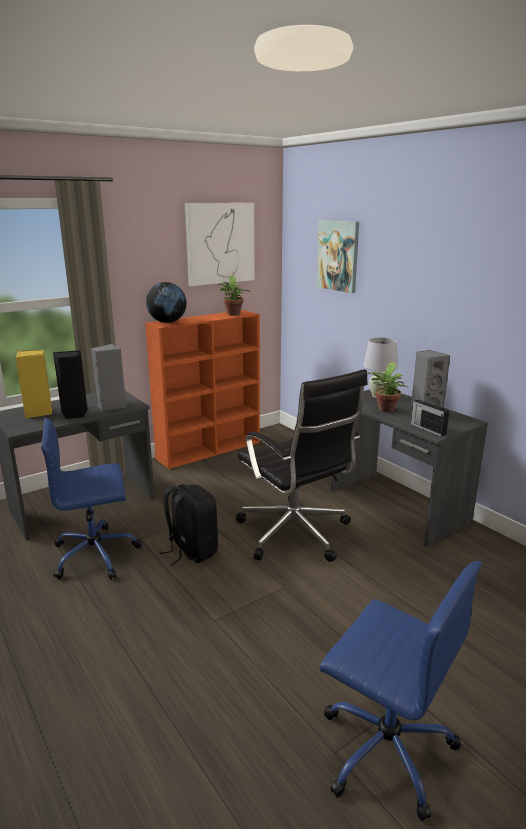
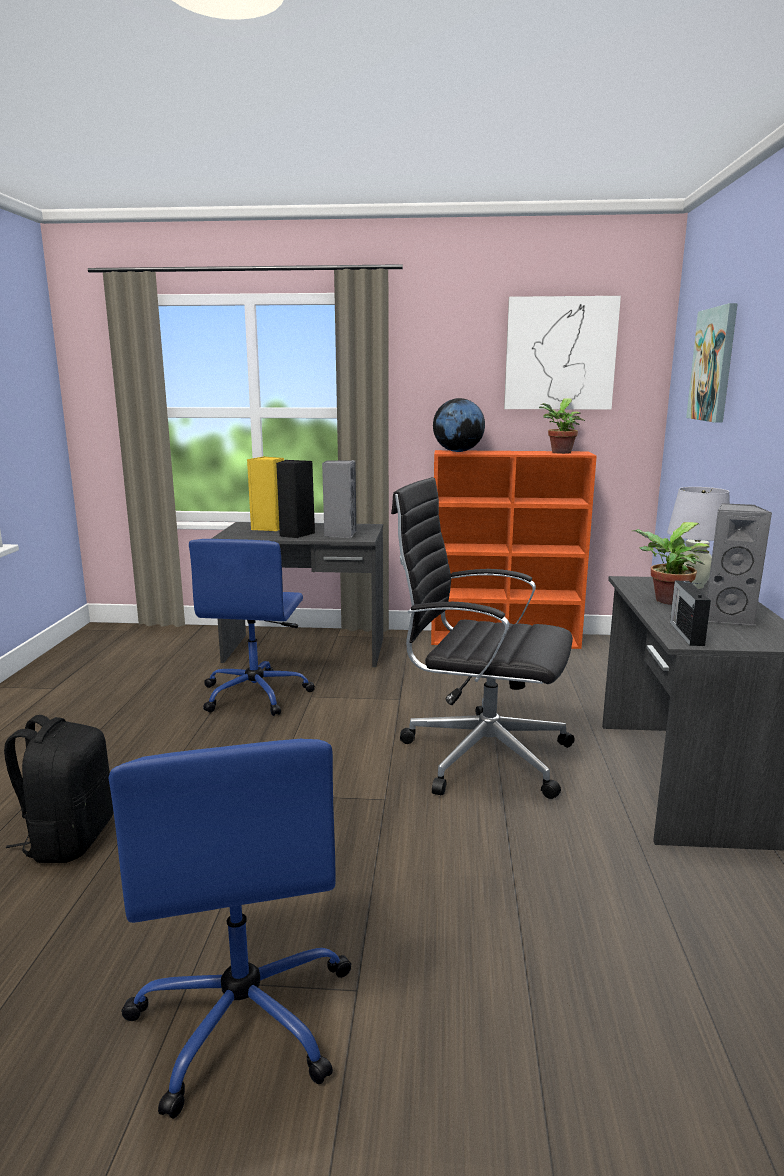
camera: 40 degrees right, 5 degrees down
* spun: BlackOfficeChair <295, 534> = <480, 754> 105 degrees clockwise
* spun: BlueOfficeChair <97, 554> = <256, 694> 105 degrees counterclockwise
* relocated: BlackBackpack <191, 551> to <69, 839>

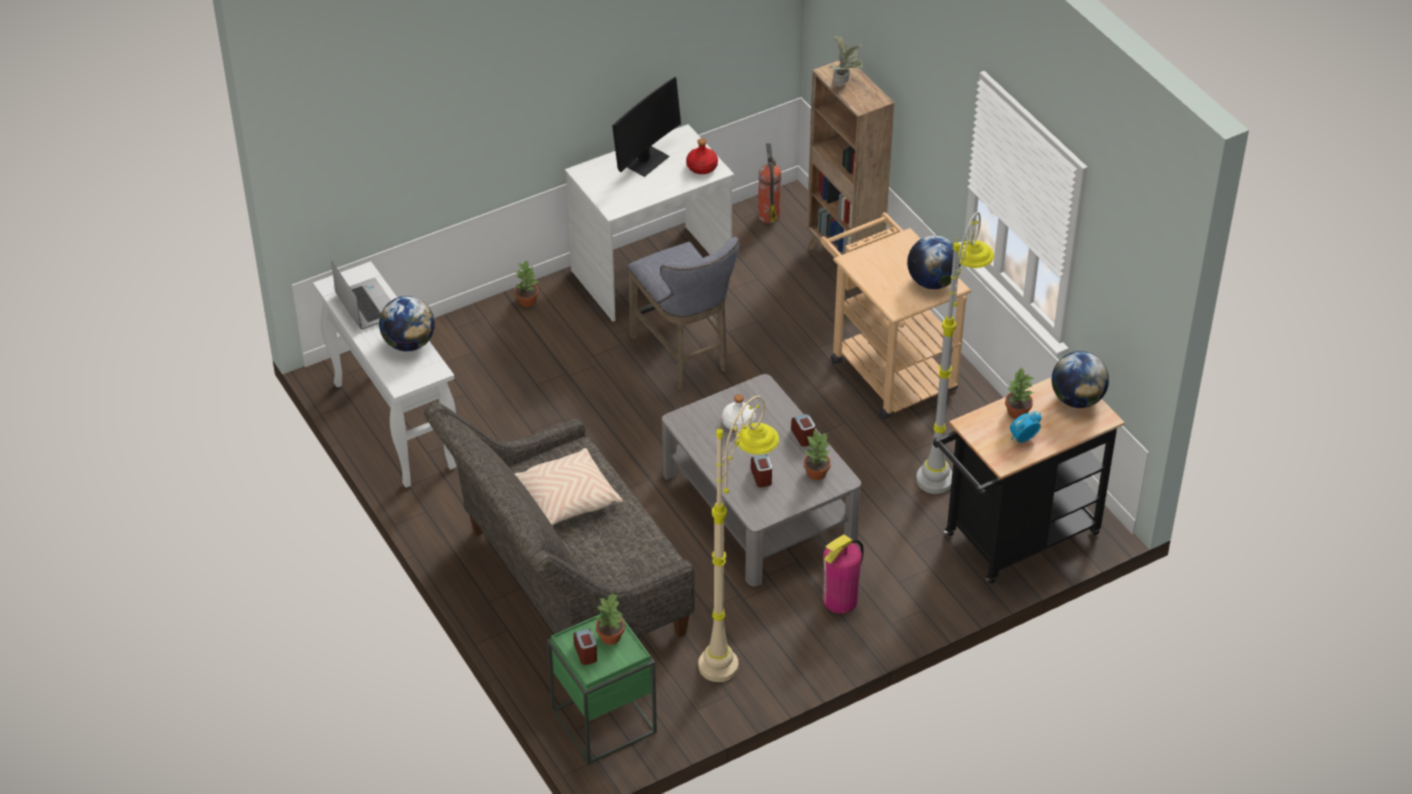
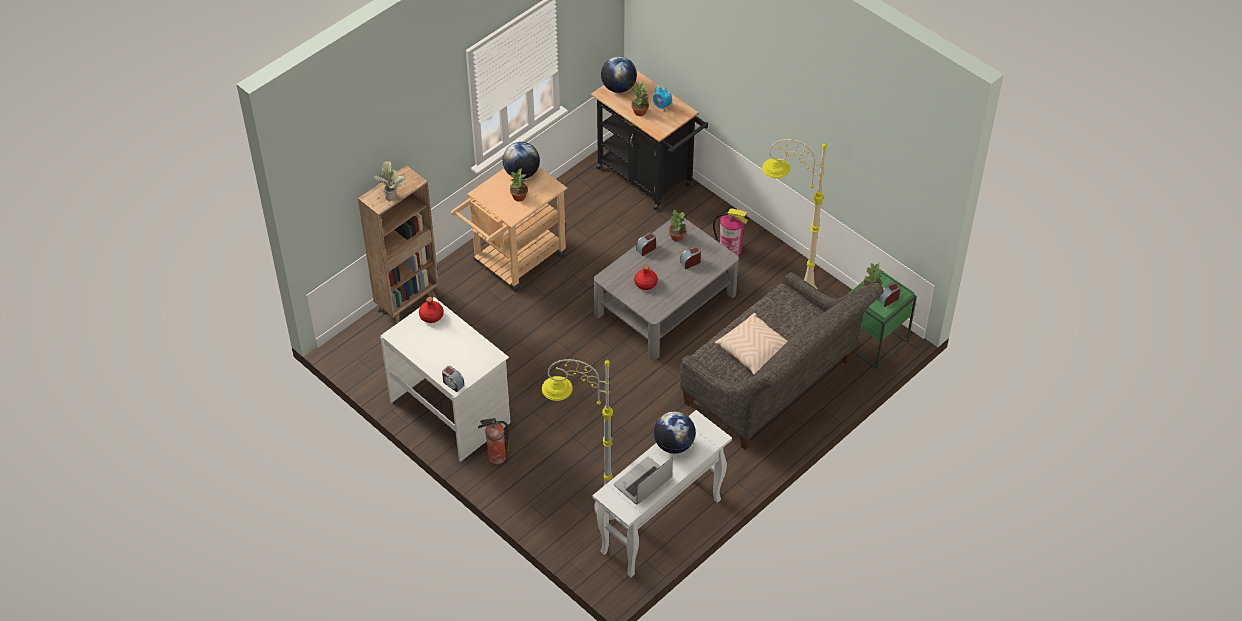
camera: 105 degrees left, 5 degrees up
* missing: Monitor <644, 161>
* relocated: FireExtinguisher <768, 215> to <495, 457>
* relocated: GreyFloorLamp <945, 458> to <584, 505>
* missing: GreyStool <684, 356>
* relocated: PottedPlant <527, 300> to <518, 196>
* colour: WhiteBottle <738, 423> to RedBottle <646, 283>
* appeared: AlarmClock <453, 384>

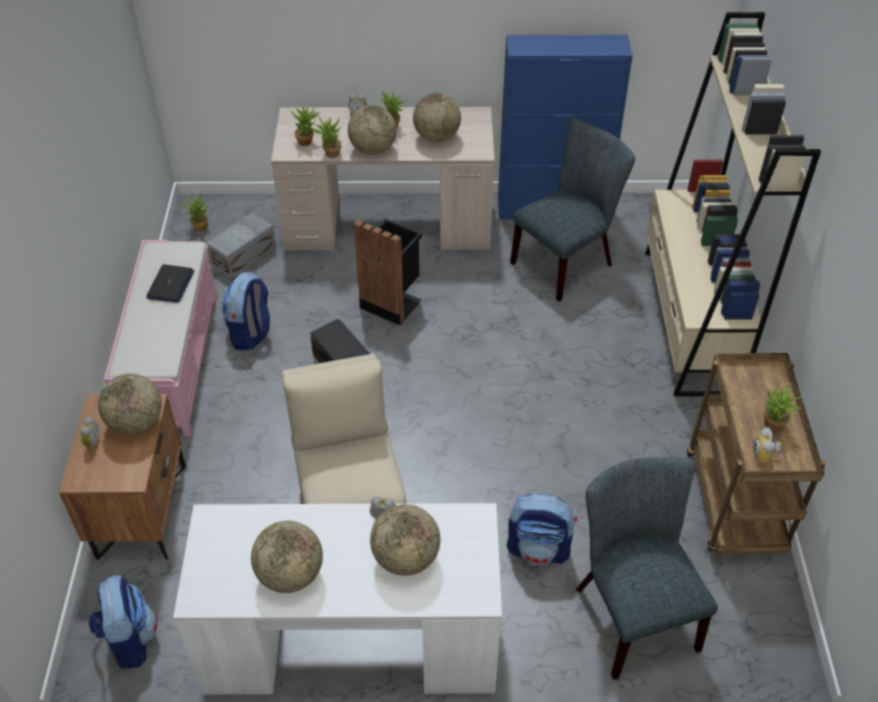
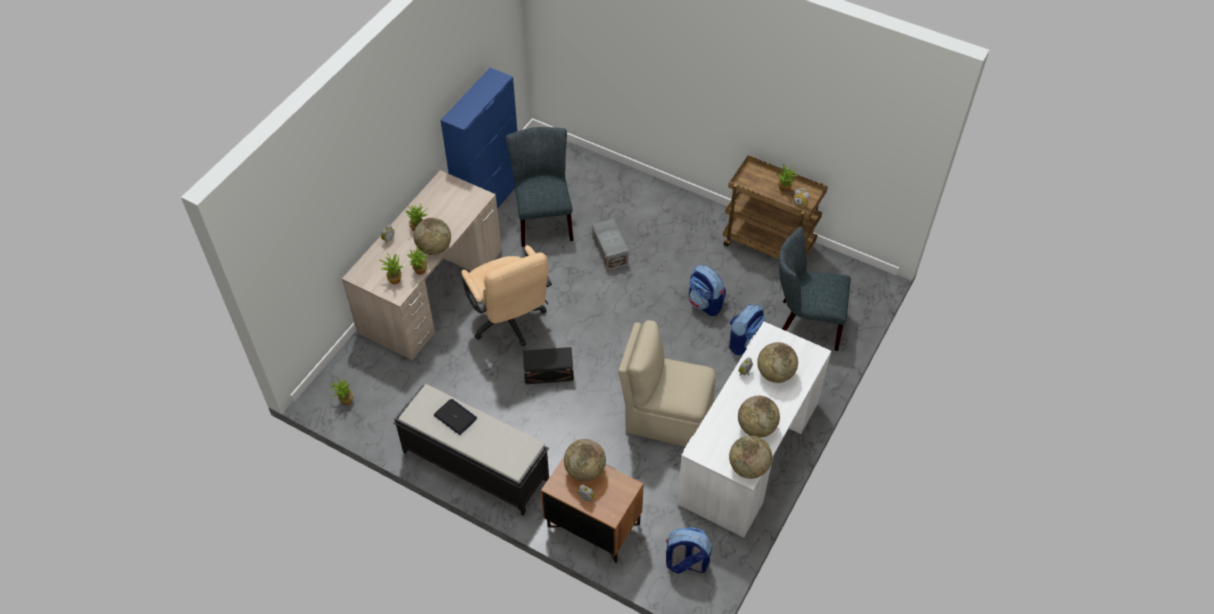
camera: 60 degrees left, 5 degrees up
* missing: BeigeBookcase <690, 320>
* relocated: Globe <437, 137> to <748, 467>
* relocated: GreyStorageBox <245, 256> to <610, 251>
* exchanged: BlackTrashCan <392, 302> to BeigeOfficeChair <509, 322>
* colour: PinkBench <173, 362> to BlackBench <474, 464>
* relocated: Backpack <251, 333> to <705, 303>

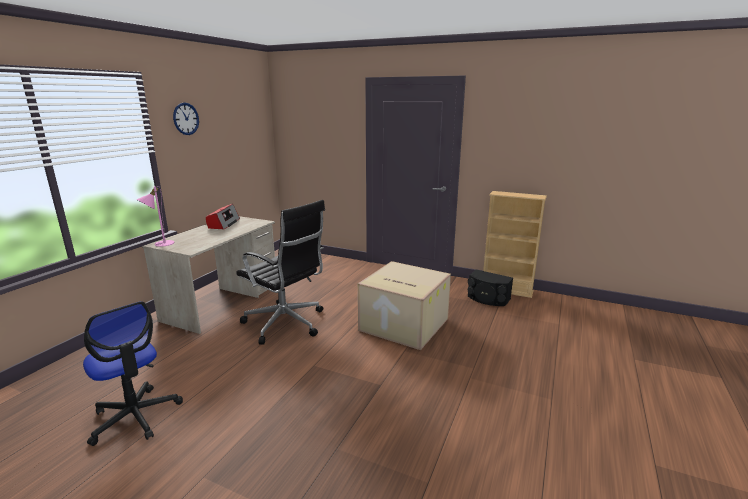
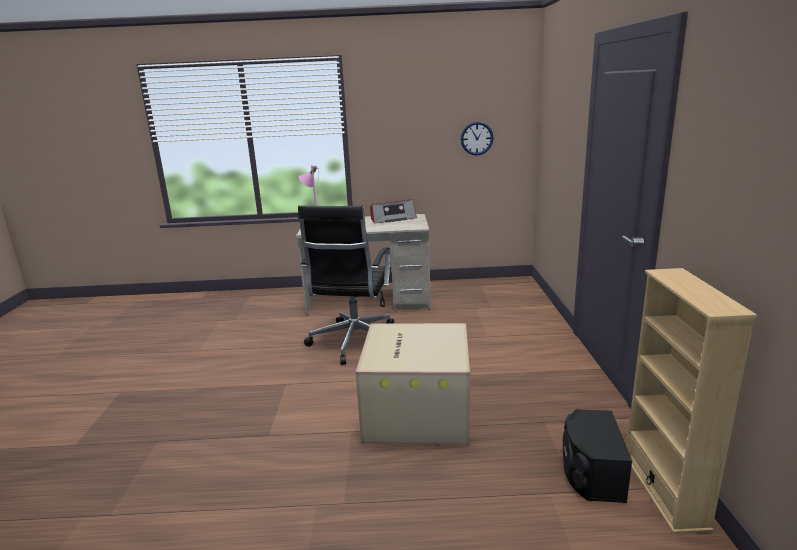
camera: 65 degrees right, 0 degrees up
* relocated: WallClock <186, 119> to <476, 138>
* missing: OfficeChair <135, 416>

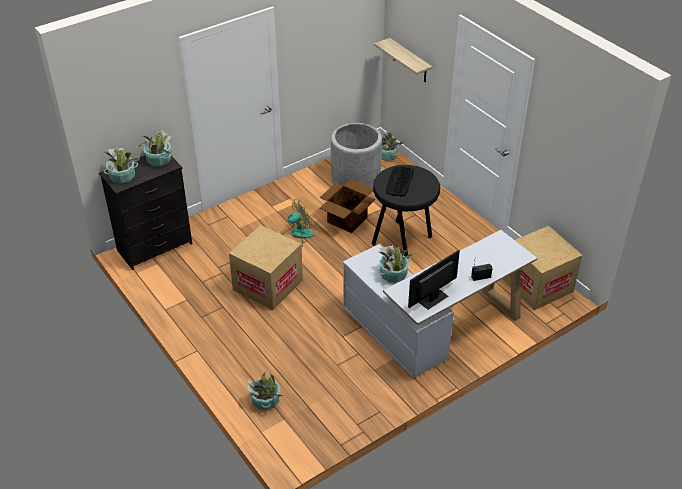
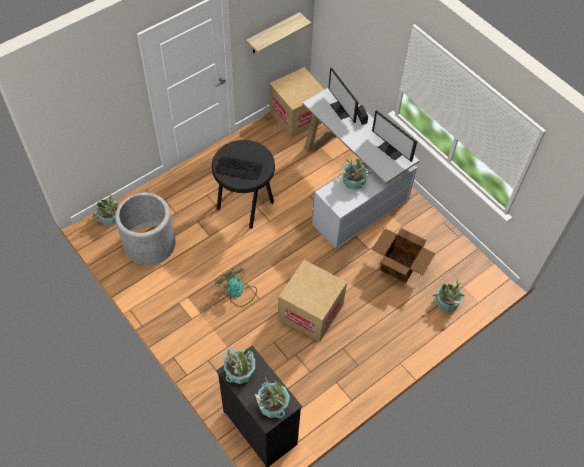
camera: 95 degrees left, 15 degrees up
* relocated: Shelf <410, 61> to <273, 33>
* relocated: CardboardBox <346, 220> to <399, 266>
* appeared: Monitor <341, 109>

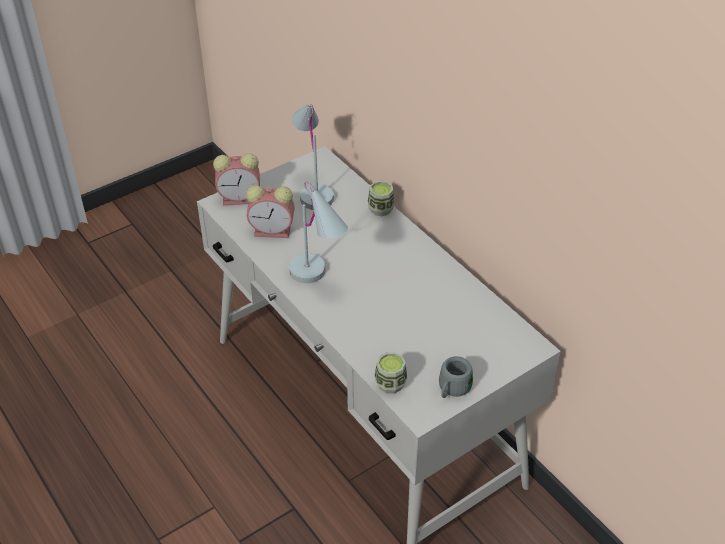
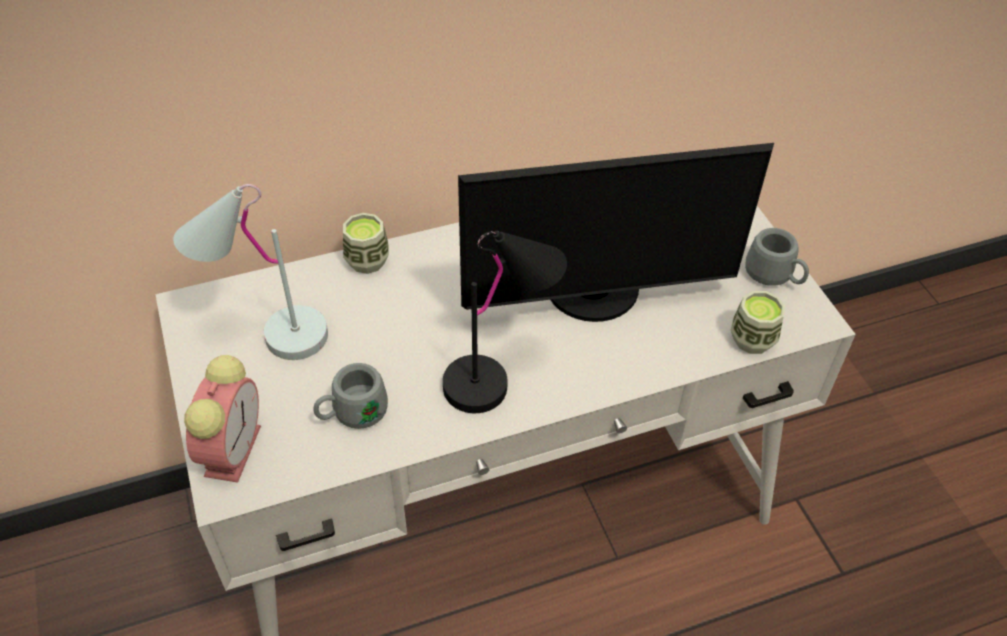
camera: 75 degrees left, 5 degrees up
* colour: WhiteTableLamp <319, 278> to BlackTableLamp <501, 375>
* exchanged: AlarmClock <274, 231> to GreyMug <352, 414>
* appeared: Monitor <595, 294>

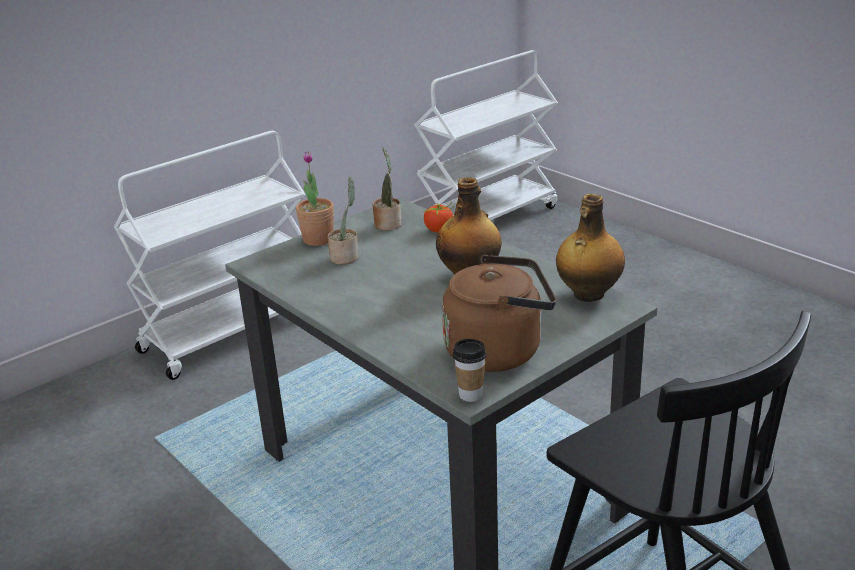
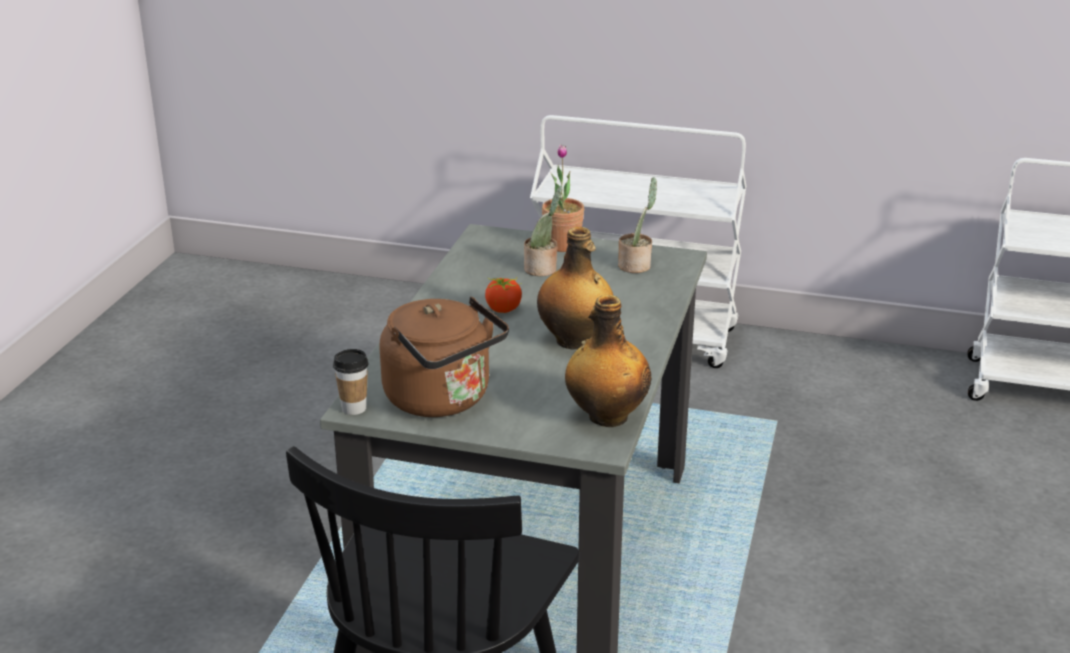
camera: 55 degrees right, 0 degrees up
* relocated: Tomato <439, 230> to <504, 309>

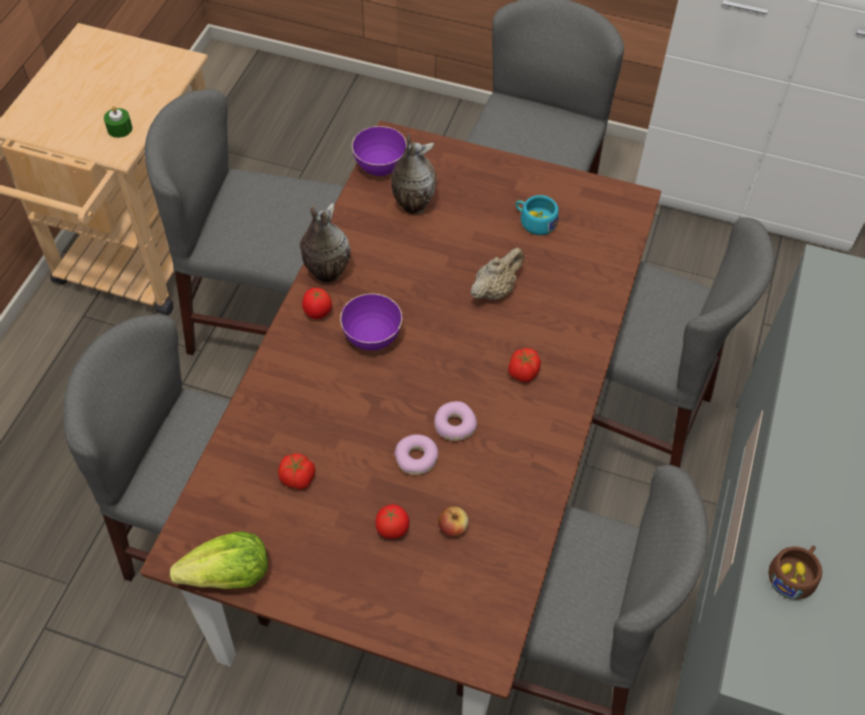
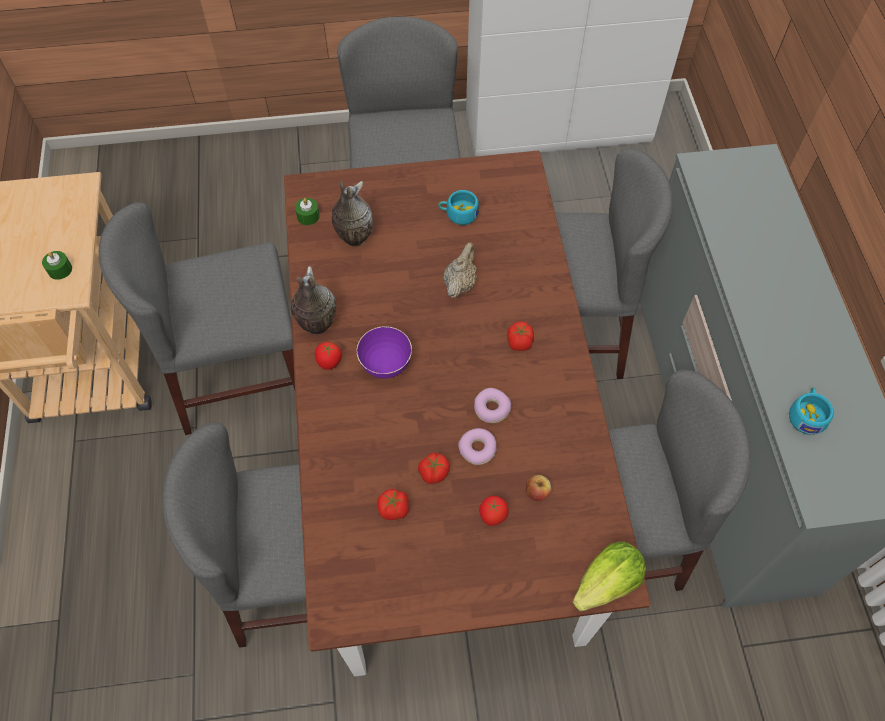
camera: 25 degrees left, 5 degrees up
* exchanged: PurpleBowl <380, 167> to GreenCandle <308, 216>
* relocated: Lettuce <229, 576> to <607, 583>
* colour: BrownCup <793, 575> to TurquoiseCup <806, 415>
* appeared: Tomato <433, 473>

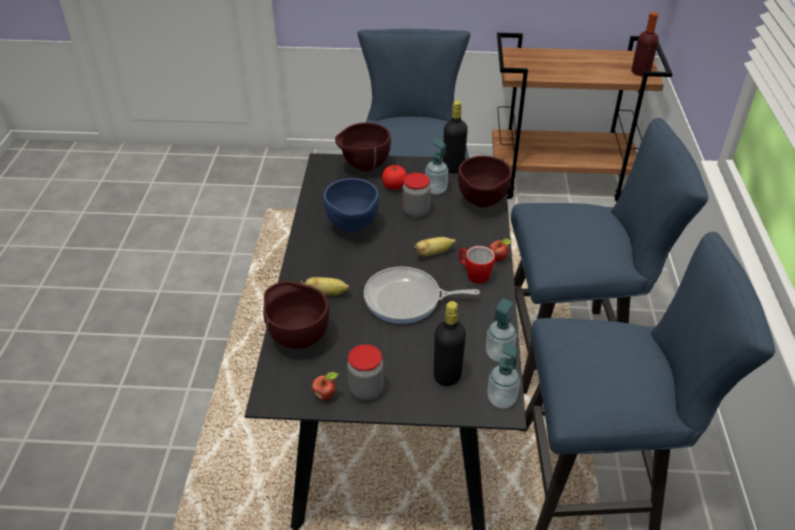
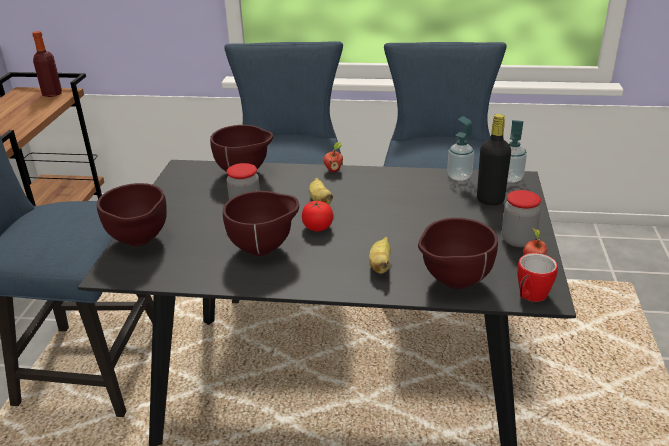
camera: 85 degrees left, 10 degrees down
* missing: BlackBottle <453, 168>
* missing: SoapDispenser <436, 189>
* relocated: Tomato <394, 186> to <318, 227>
* colour: BlueBowl <353, 228> to BrownBowl <265, 249>
* relocated: Mug <474, 274> to <530, 296>
* missing: FryingPan <407, 300>

